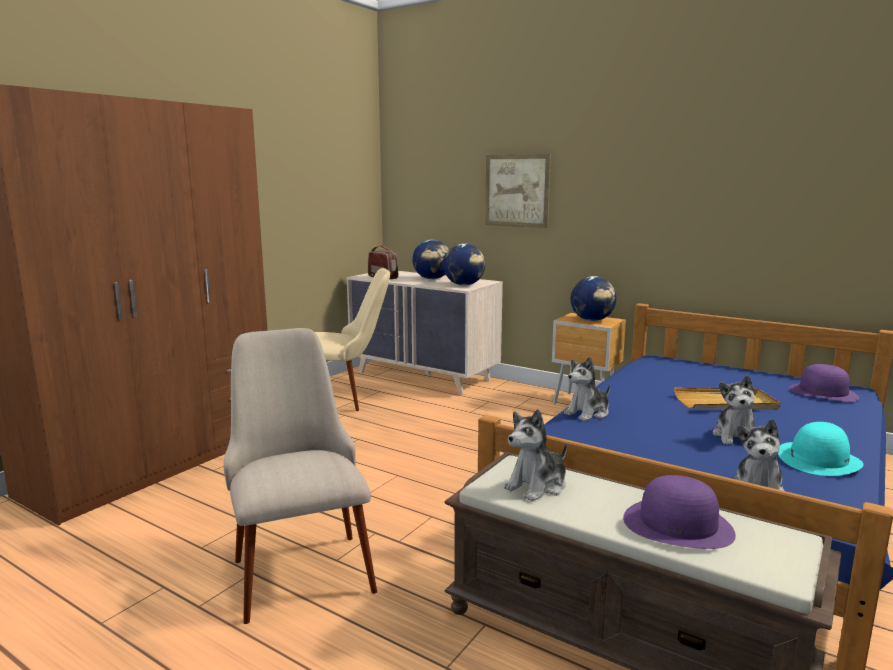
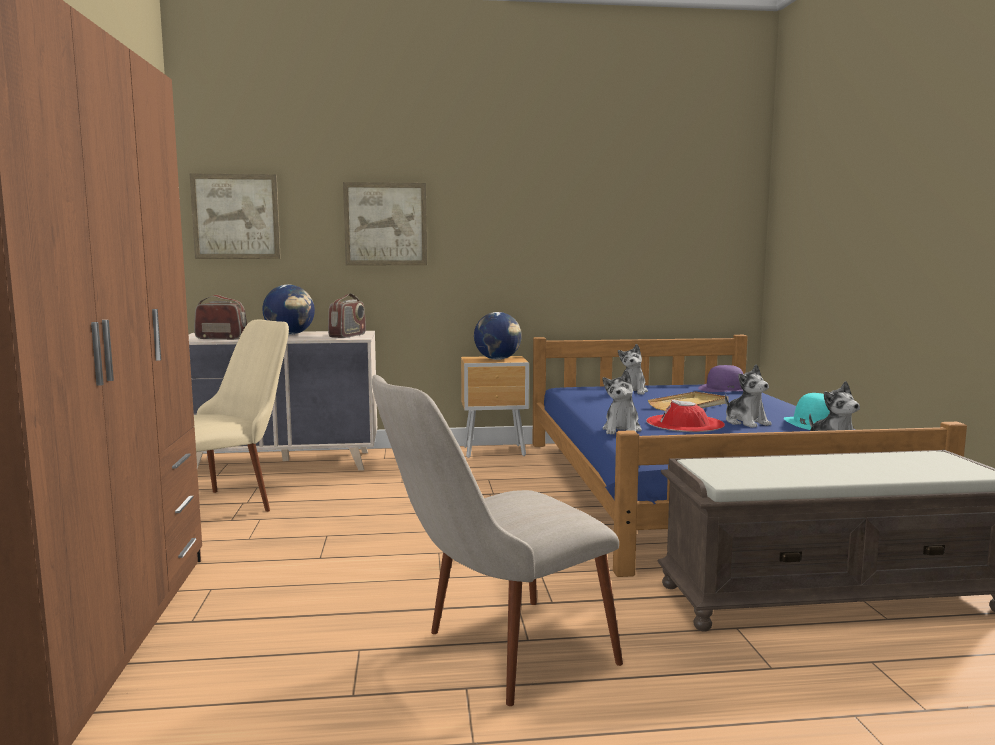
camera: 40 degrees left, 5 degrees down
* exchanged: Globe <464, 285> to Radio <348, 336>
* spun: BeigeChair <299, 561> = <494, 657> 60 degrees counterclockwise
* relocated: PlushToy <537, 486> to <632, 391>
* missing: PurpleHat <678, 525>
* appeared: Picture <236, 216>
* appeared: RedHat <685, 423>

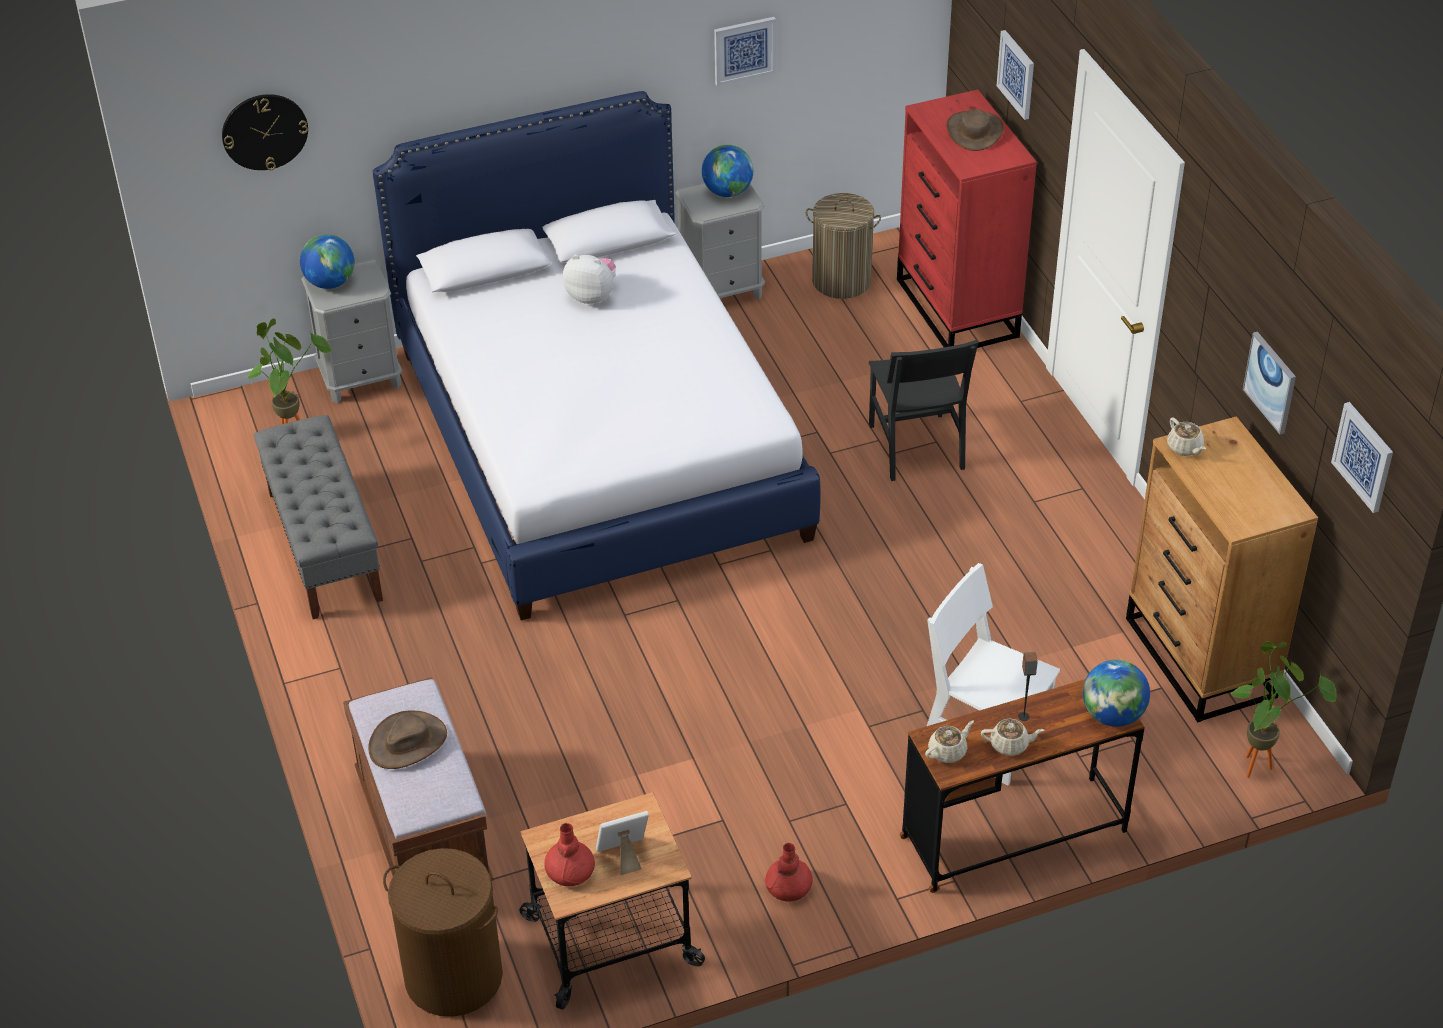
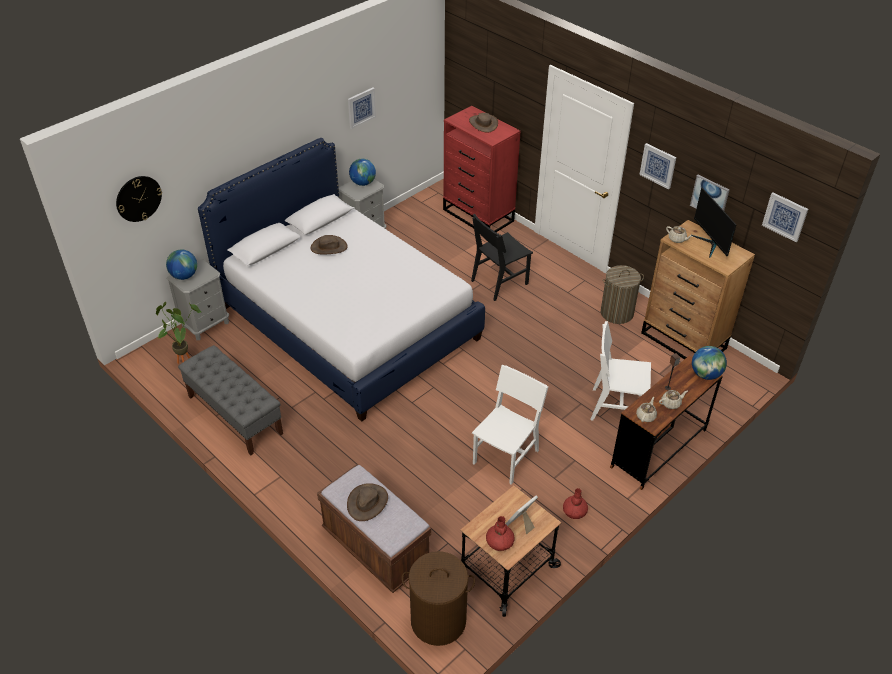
camera: 25 degrees left, 0 degrees up
* relocated: Picture <1017, 74> to <658, 165>
* relocated: LaundryBasket <841, 281> to <616, 313>
* exchanged: PlushToy <592, 296> to BrownHat <329, 247>
* spun: BlackChair <915, 446> = <499, 282> 90 degrees clockwise
* missing: PottedPlant <1260, 763>
* appeared: Monitor <710, 244>
* appeared: WhiteChair <506, 457>

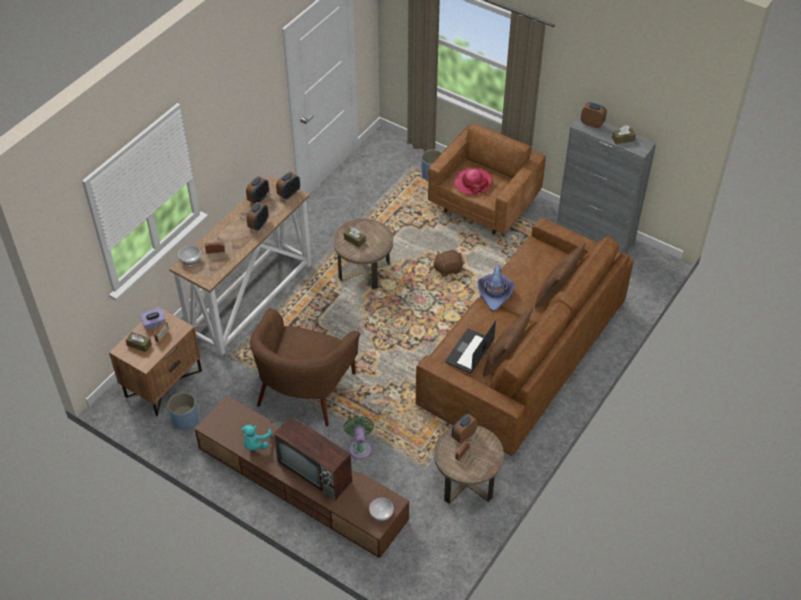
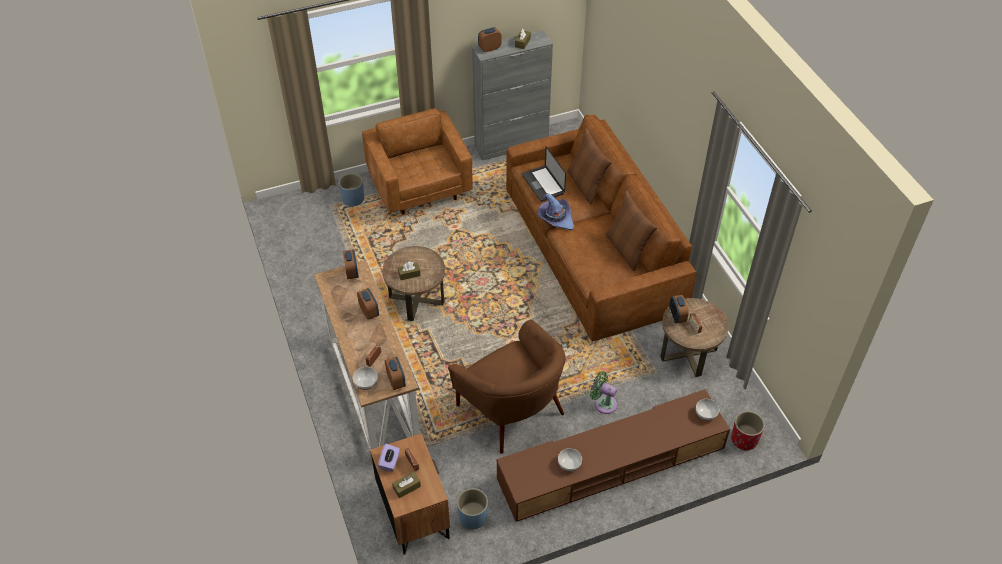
camera: 55 degrees left, 0 degrees up
* missing: Hat <473, 182>
* relocated: AlarmClock <258, 198> to <396, 381>
* missing: BrownPlushToy <447, 269>
* relocated: Laptop <469, 352> to <543, 184>
* missing: Television <316, 472>
* exchanged: TurquoisePlushToy <255, 443> to Bowl <569, 464>
* appeared: RedPlanter <744, 439>

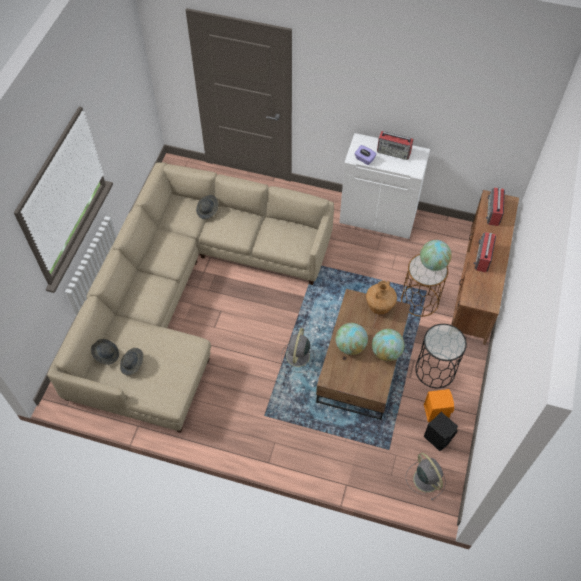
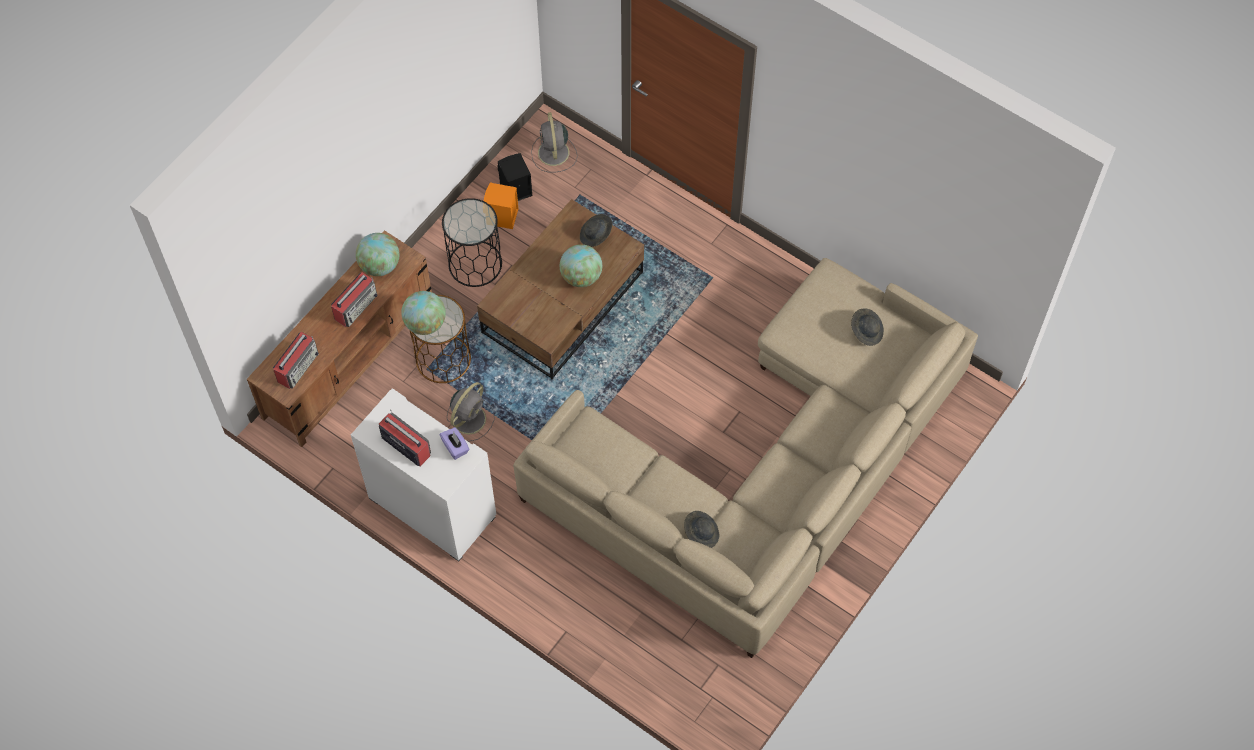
camera: 160 degrees left, 5 degrees up
* missing: BrownVase <379, 307>
* relocated: GreyFan <297, 357> to <470, 418>
* relocated: Globe <386, 352> to <380, 265>
* relocated: GreyHat <106, 354> to <596, 235>

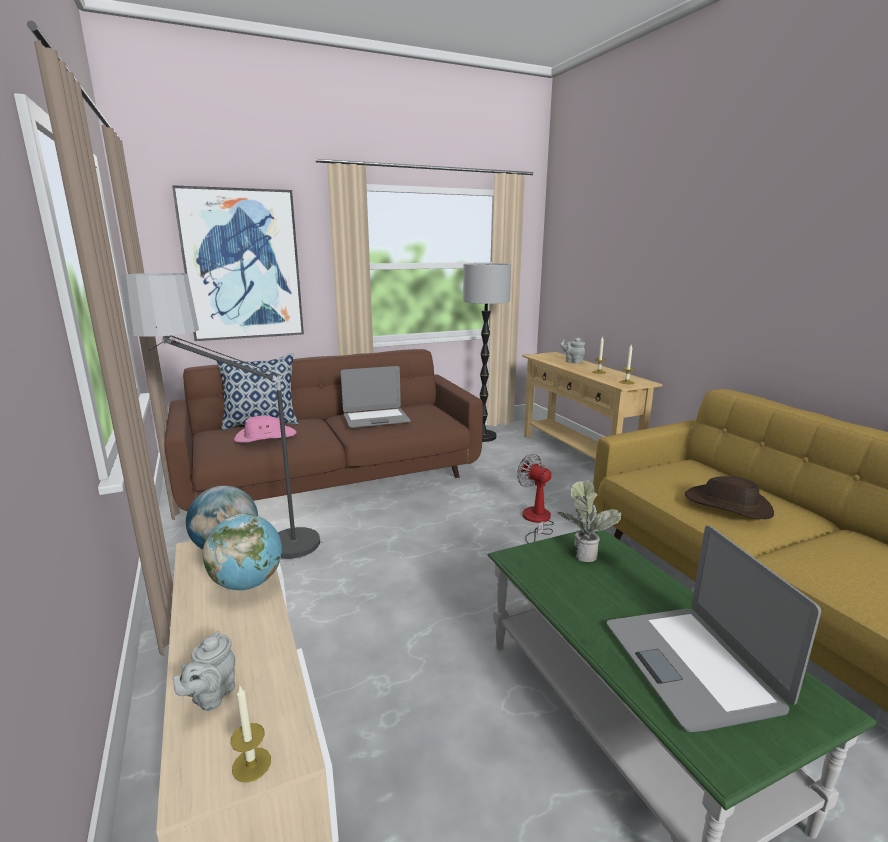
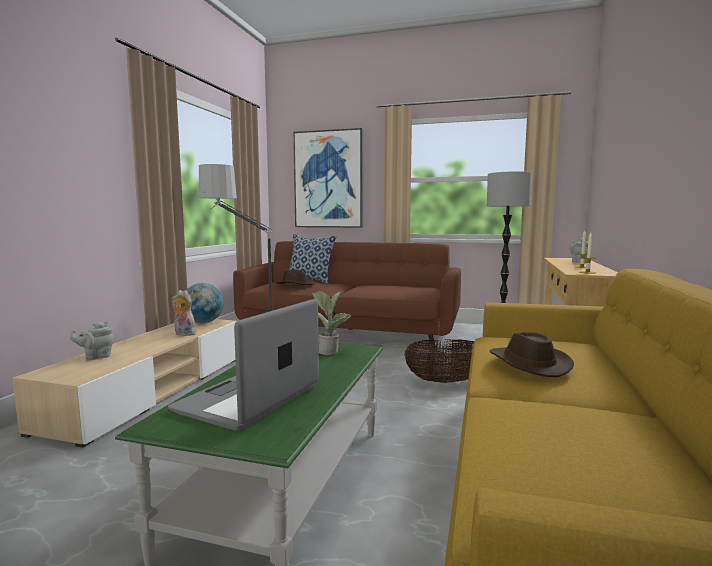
camera: 40 degrees right, 10 degrees down
* missing: Laptop <376, 419>
* colour: PinkHat <265, 437> to BrownHat <295, 284>
* exchanged: Fan <536, 521> to Basket <444, 381>
* exchanged: Globe <247, 583> to PlushToy <183, 334>
* missing: Candle <251, 764>

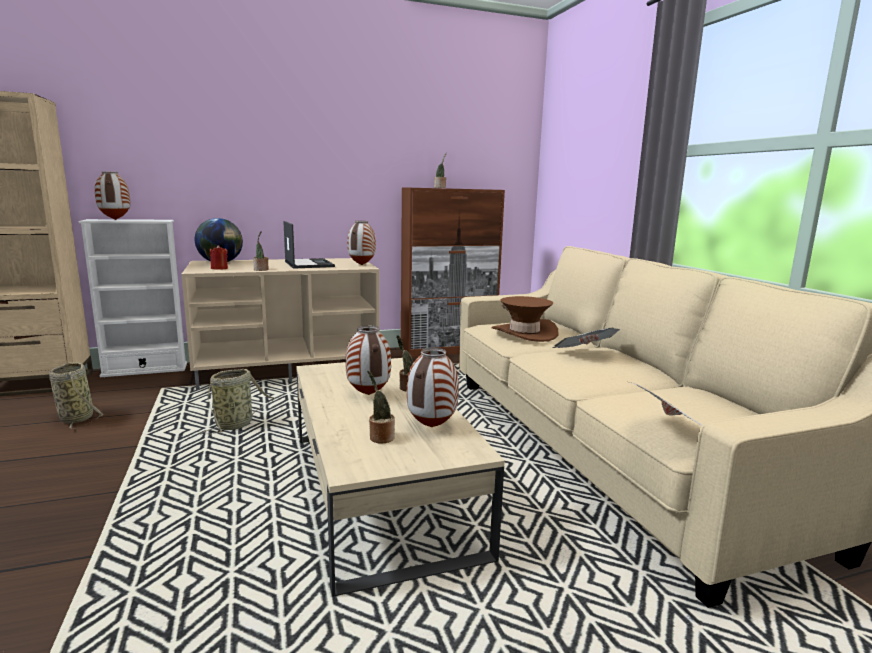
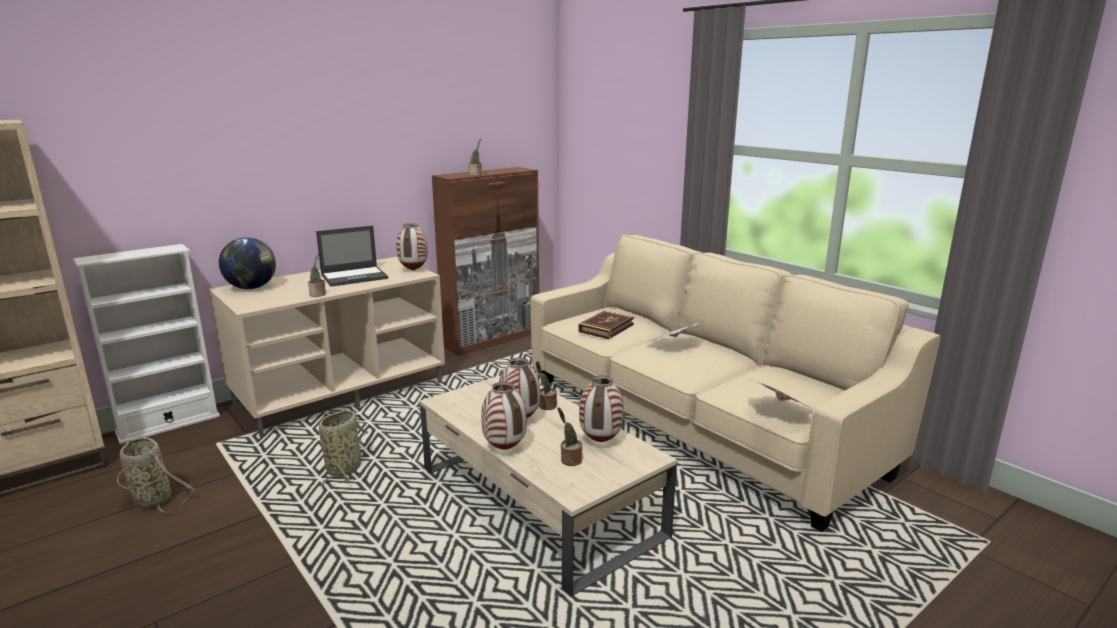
camera: 20 degrees left, 5 degrees up
* relocated: Vase <116, 219> to <505, 449>
* spun: Laptop <308, 264> = <355, 276> 105 degrees clockwise
* missing: RedCandle <219, 268>
* exchanged: BrownHat <524, 333> to Book <606, 328>

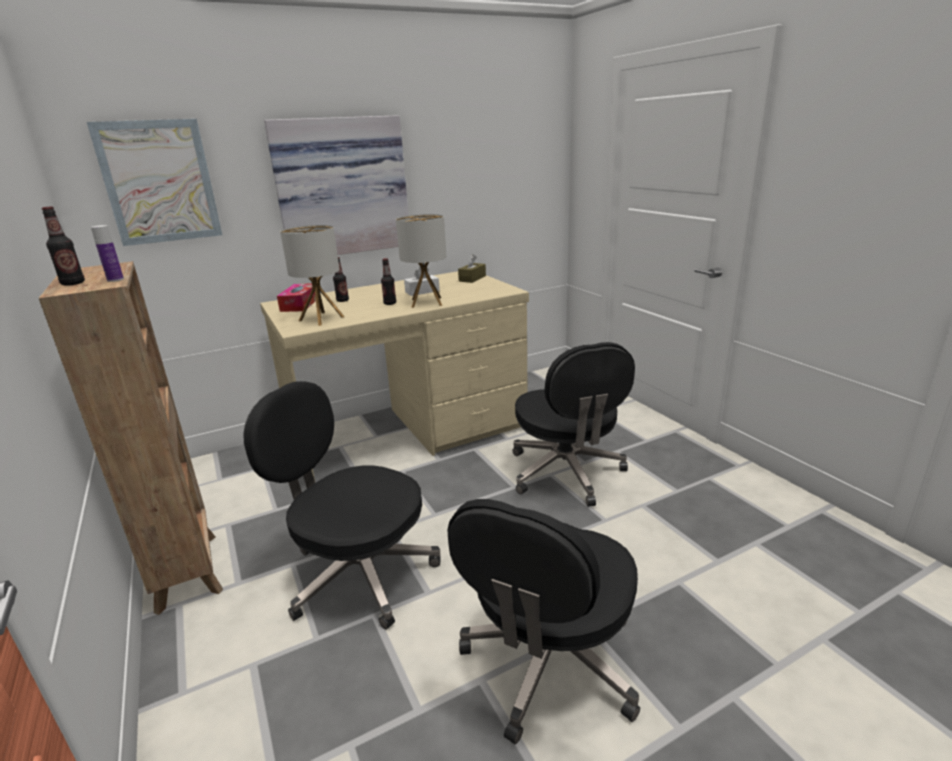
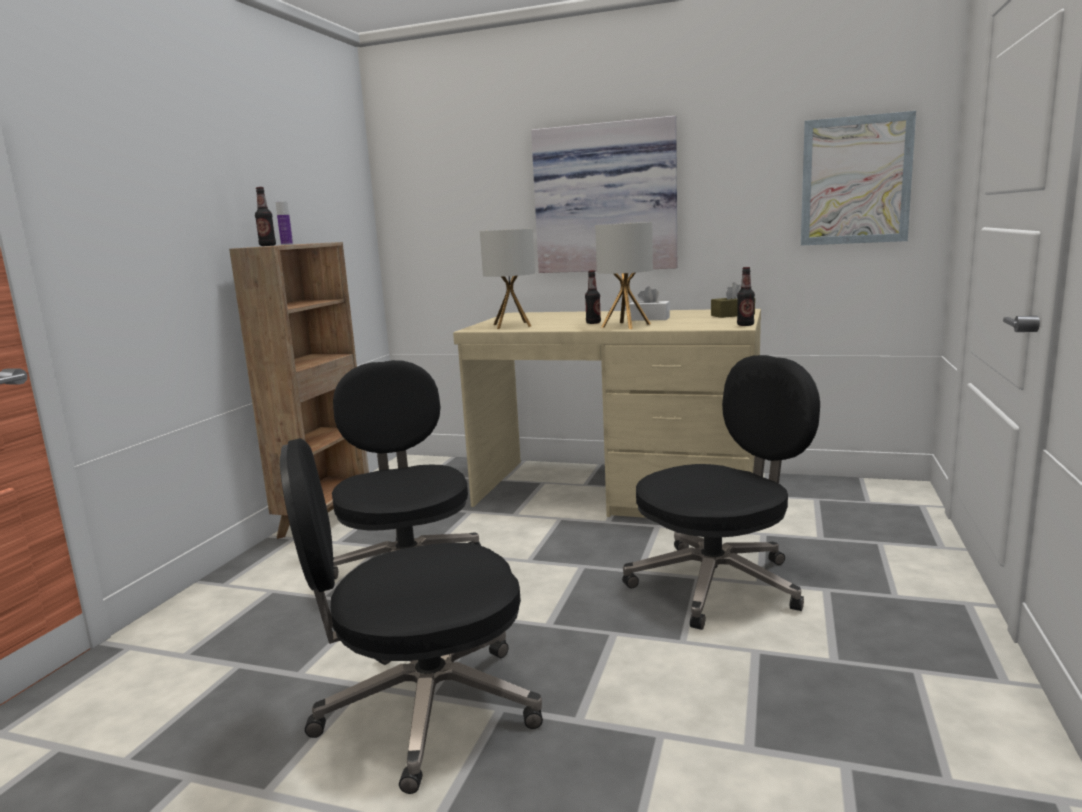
camera: 45 degrees right, 10 degrees down
* relocated: Picture <159, 182> to <855, 181>
* relocated: Bottle <342, 300> to <745, 325>
* missing: TissueBox <300, 304>
* spun: BlackOfficeChair <566, 473> = <718, 583> 150 degrees counterclockwise

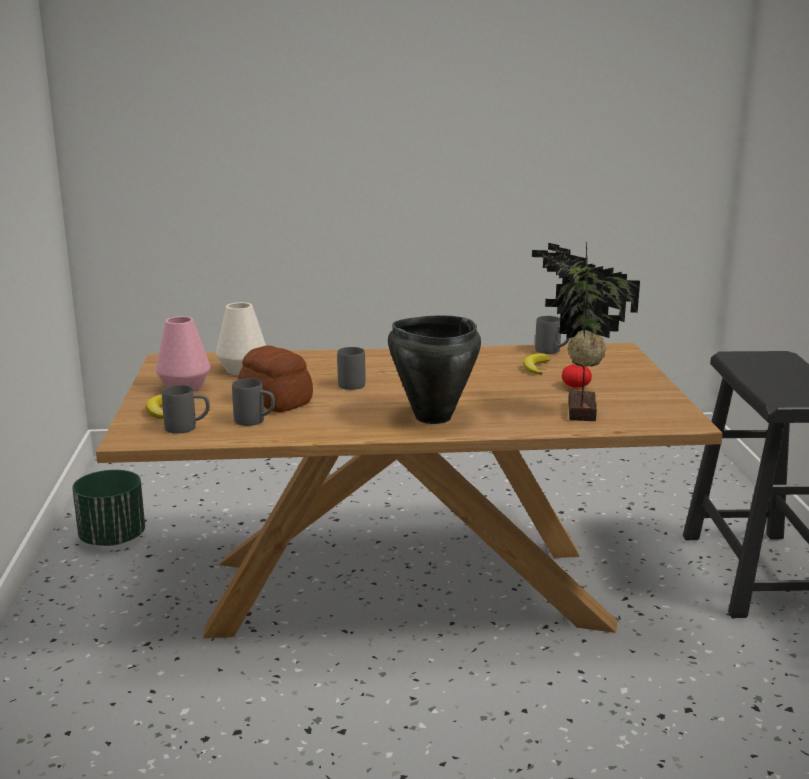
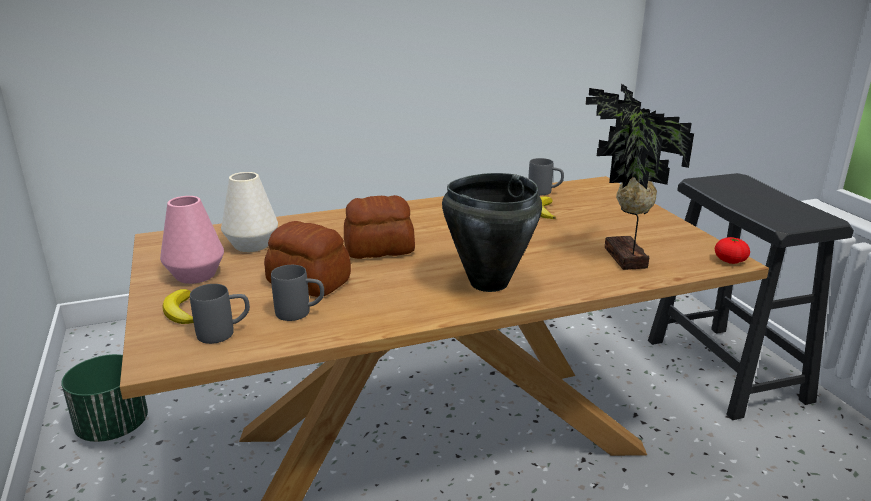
camera: 15 degrees left, 5 degrees up
* exchanged: GreyMug <352, 383> to Bread <378, 248>
* relocated: Tomato <576, 386> to <730, 261>

